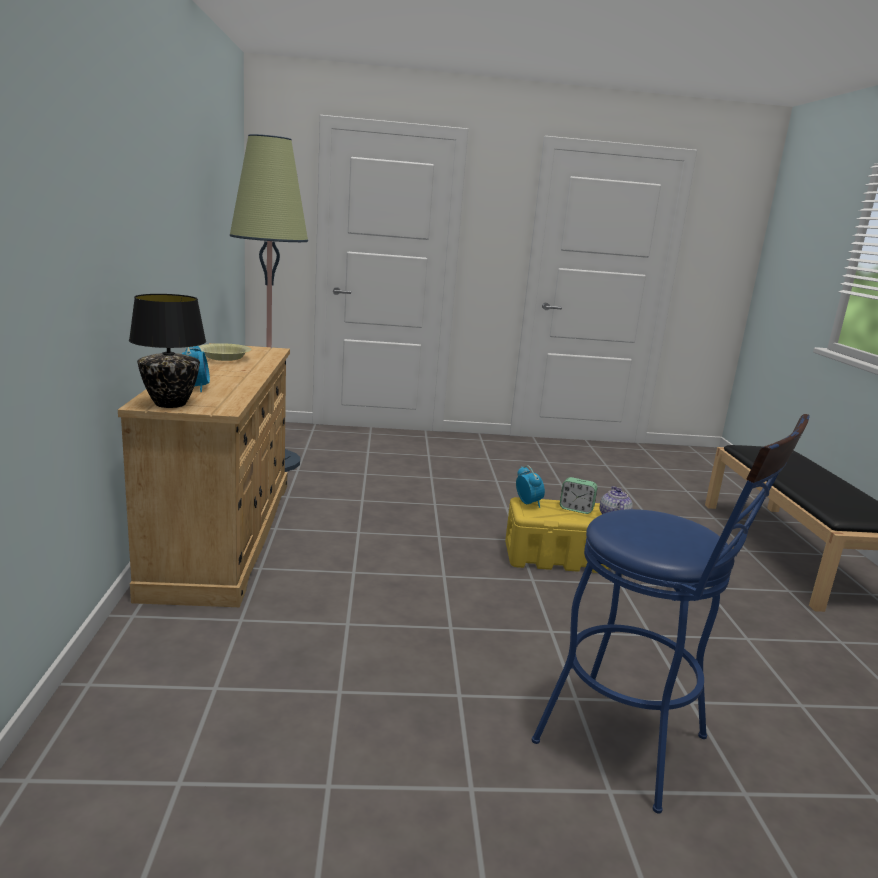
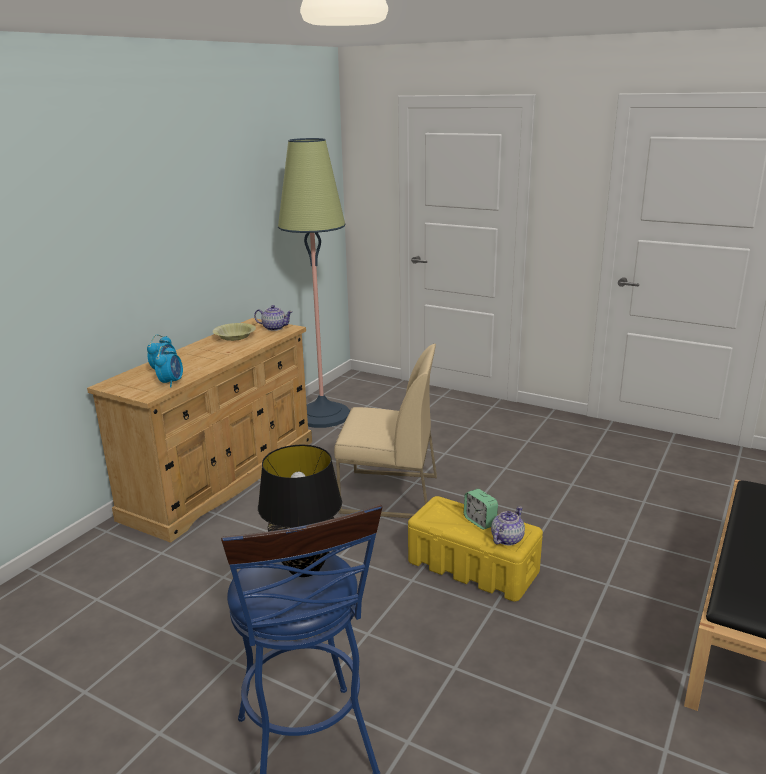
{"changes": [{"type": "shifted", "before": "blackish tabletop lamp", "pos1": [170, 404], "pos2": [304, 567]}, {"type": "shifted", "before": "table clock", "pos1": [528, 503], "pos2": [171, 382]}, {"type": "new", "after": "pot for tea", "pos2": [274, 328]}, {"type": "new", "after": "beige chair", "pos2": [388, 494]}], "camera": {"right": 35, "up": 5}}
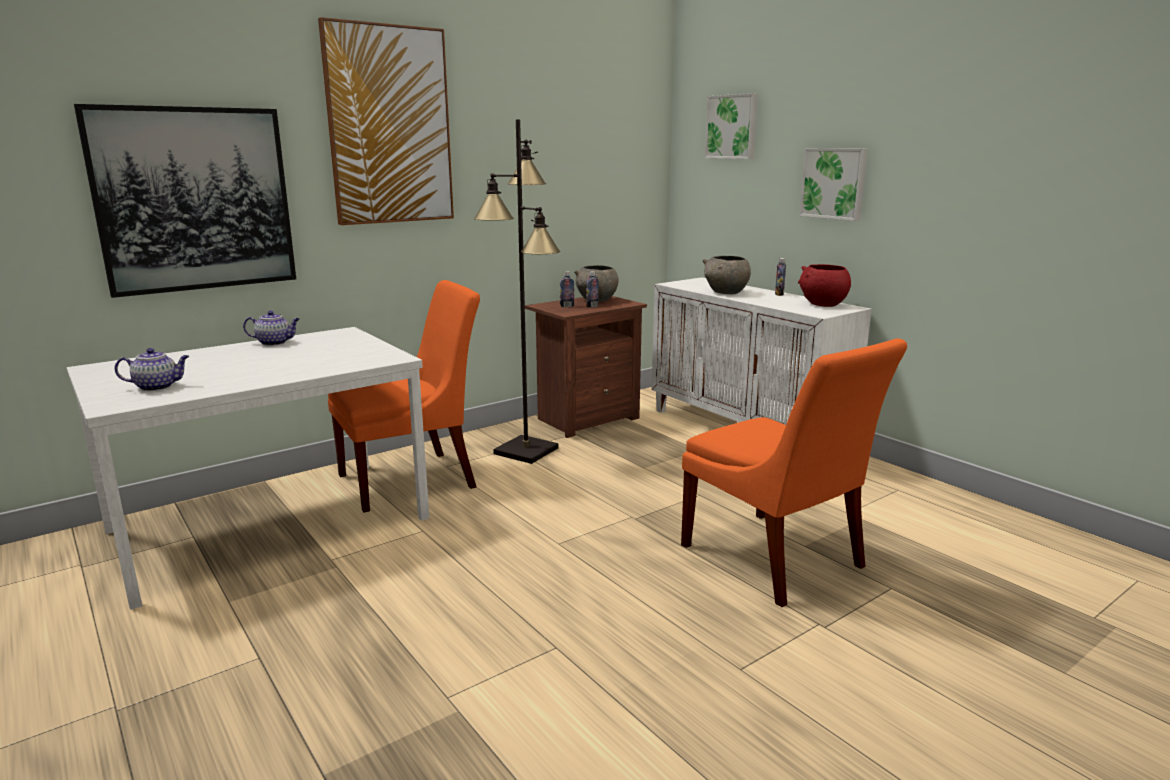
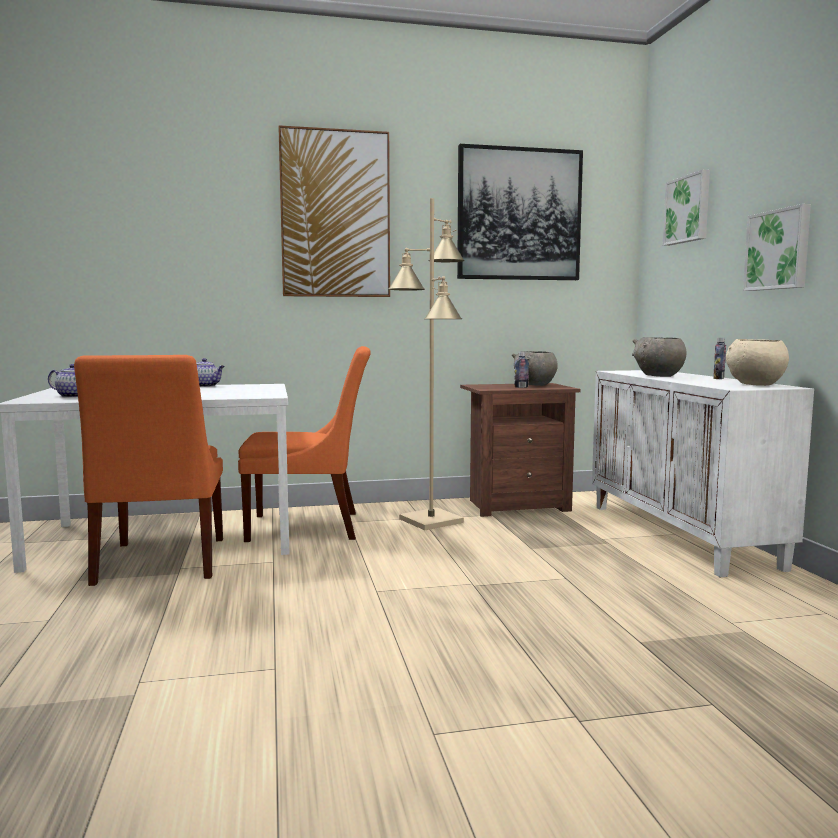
{"changes": [{"type": "shifted", "before": "wall picture", "pos1": [194, 200], "pos2": [519, 214]}, {"type": "repainted", "before": "blackish standard lamp", "after": "beige standard lamp", "pos1": [527, 451], "pos2": [432, 521]}, {"type": "gone", "before": "beverage bottle", "pos1": [567, 306]}, {"type": "shifted", "before": "orangey chair", "pos1": [776, 560], "pos2": [159, 563]}, {"type": "repainted", "before": "red-coloured bowl", "after": "beige bowl", "pos1": [822, 304], "pos2": [755, 384]}], "camera": {"right": 25, "up": -10}}
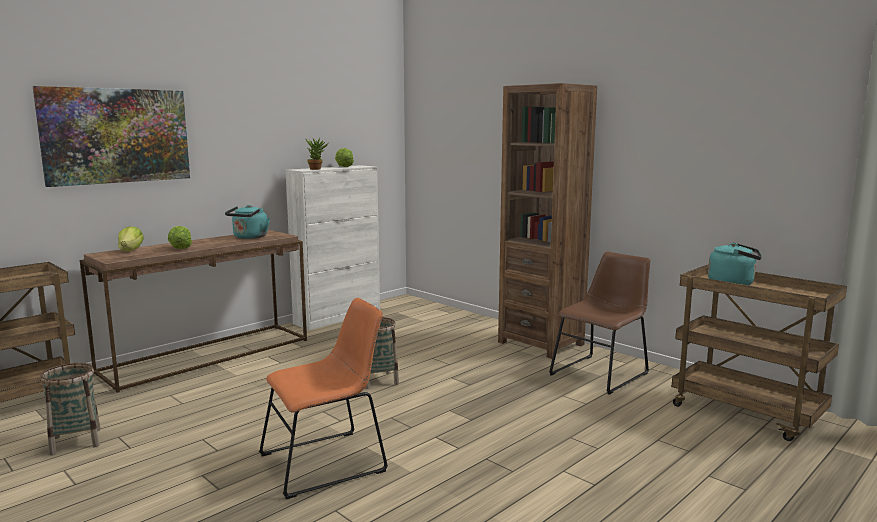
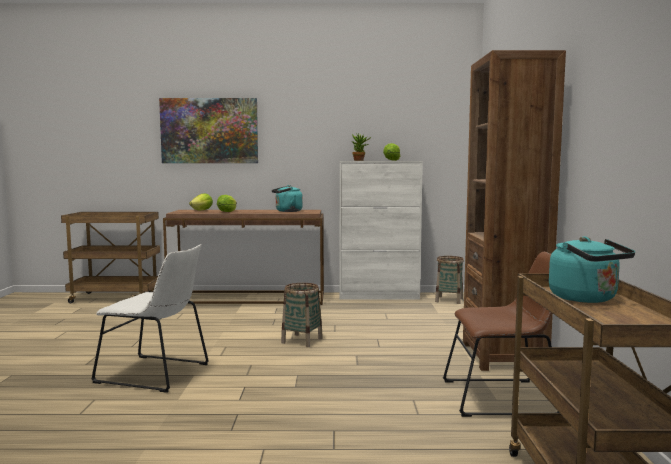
{"changes": [{"type": "shifted", "before": "basket", "pos1": [76, 441], "pos2": [449, 300]}, {"type": "repainted", "before": "orangey chair", "after": "white chair", "pos1": [328, 461], "pos2": [157, 374]}], "camera": {"right": 45, "up": -5}}
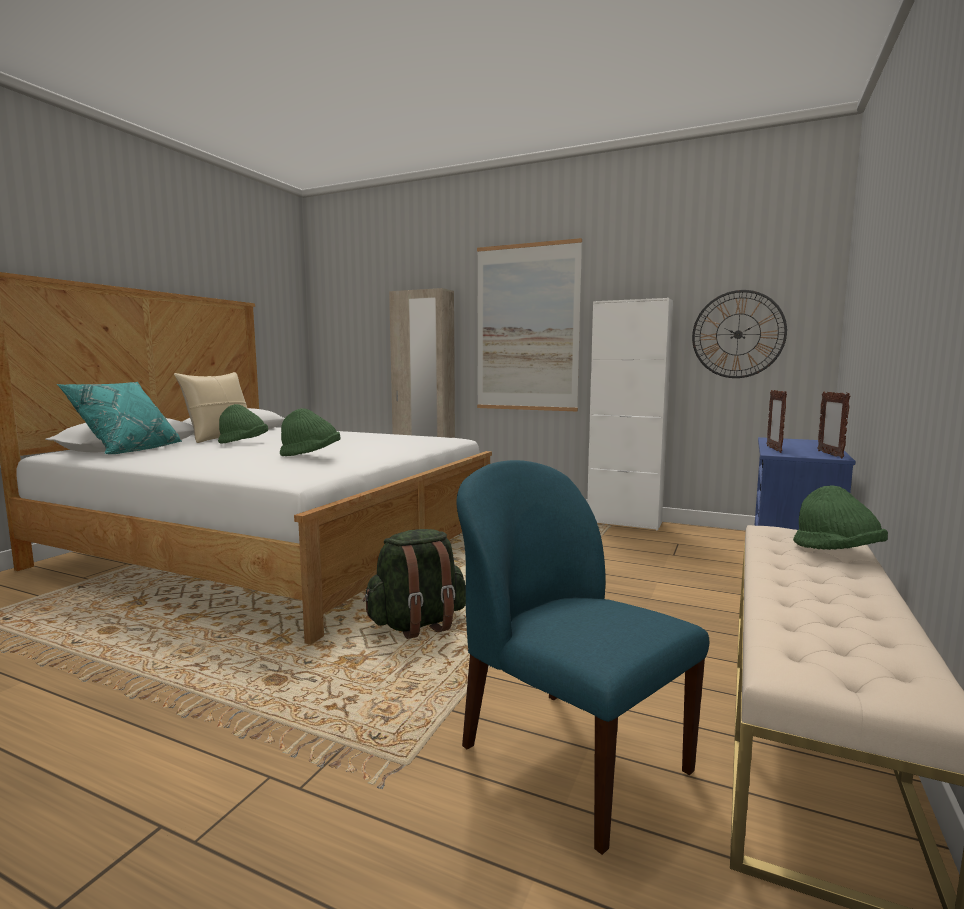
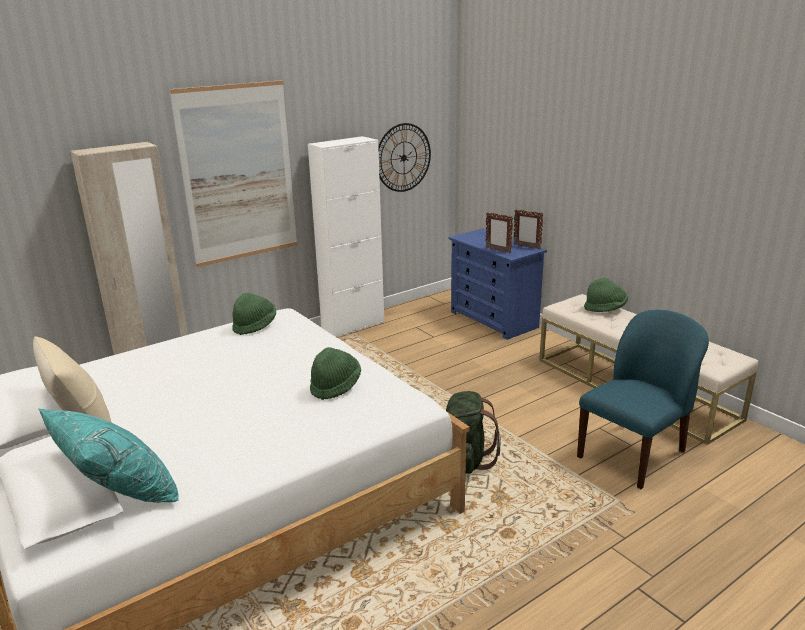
{"changes": [{"type": "shifted", "before": "green clothing hat", "pos1": [243, 443], "pos2": [255, 326]}, {"type": "rotated", "before": "bluish chair", "pos1": [569, 757], "pos2": [633, 454], "turn": 150}], "camera": {"right": -60, "up": 15}}
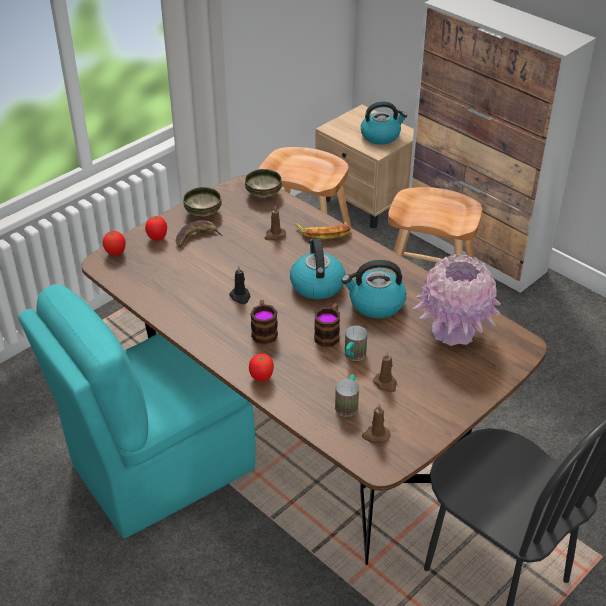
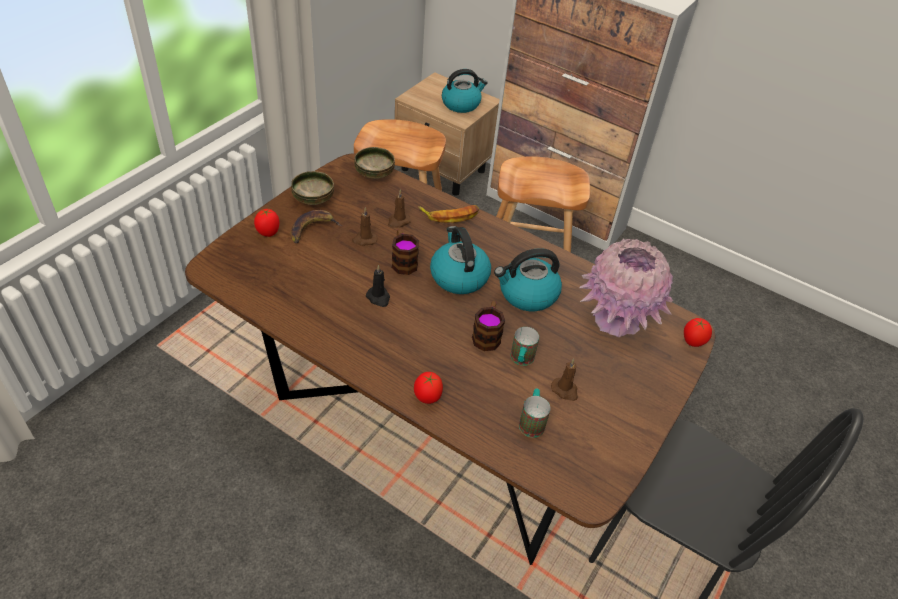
{"changes": [{"type": "gone", "before": "blue-green chair", "pos1": [158, 468]}, {"type": "shifted", "before": "whole tomato", "pos1": [115, 253], "pos2": [692, 342]}, {"type": "shifted", "before": "coffee mug", "pos1": [264, 331], "pos2": [403, 261]}, {"type": "shifted", "before": "brown wax light", "pos1": [375, 435], "pos2": [364, 240]}], "camera": {"right": -15, "up": 5}}
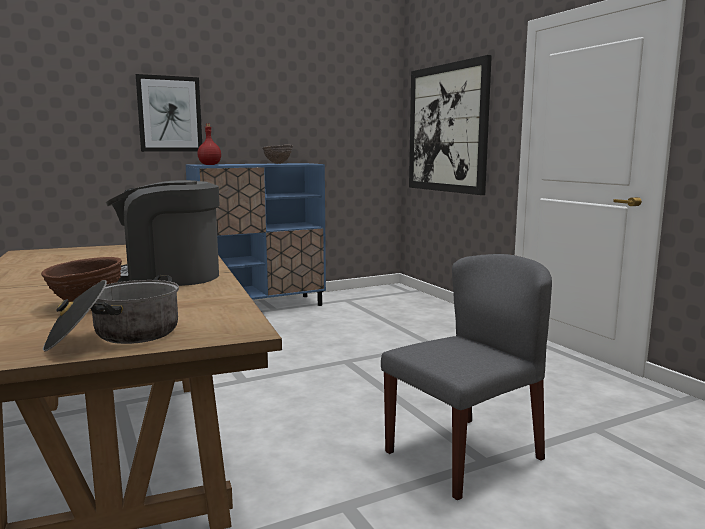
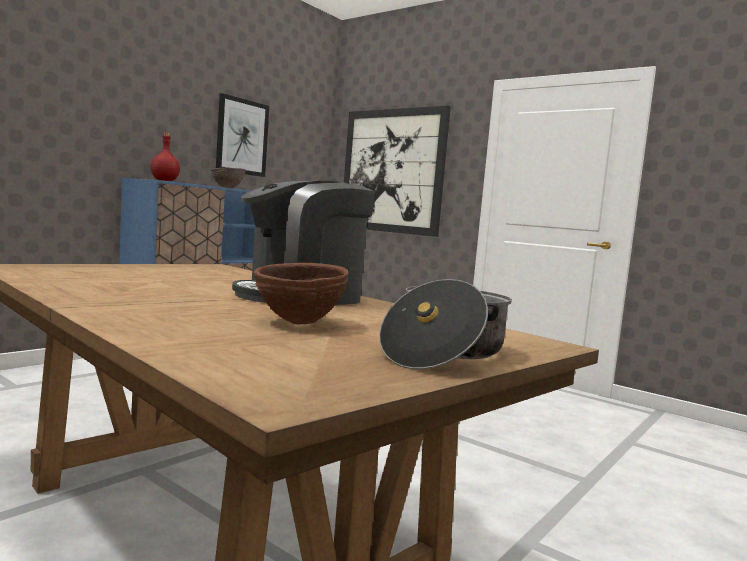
{"changes": [{"type": "shifted", "before": "wall picture", "pos1": [169, 114], "pos2": [242, 137]}, {"type": "gone", "before": "gray chair", "pos1": [464, 454]}], "camera": {"right": -25, "up": -5}}
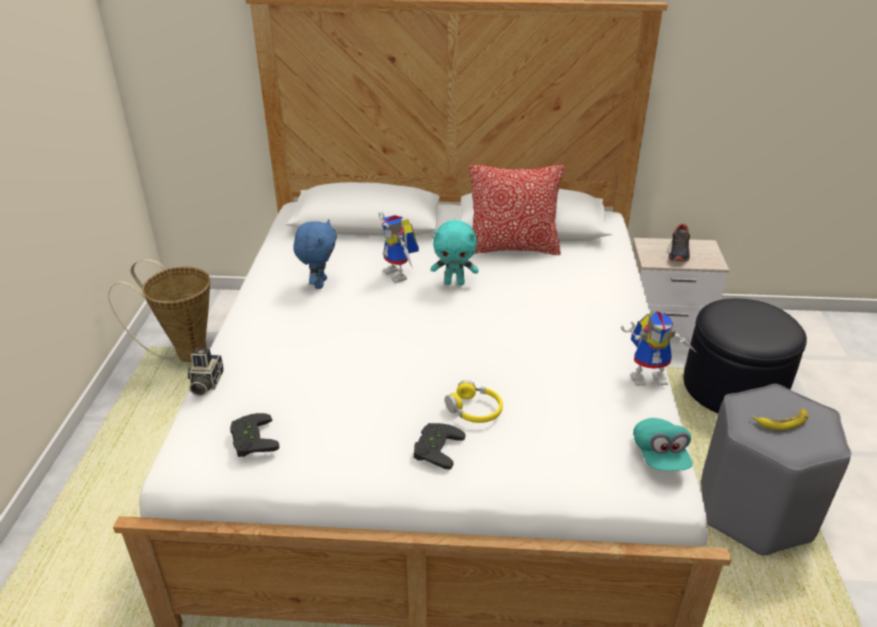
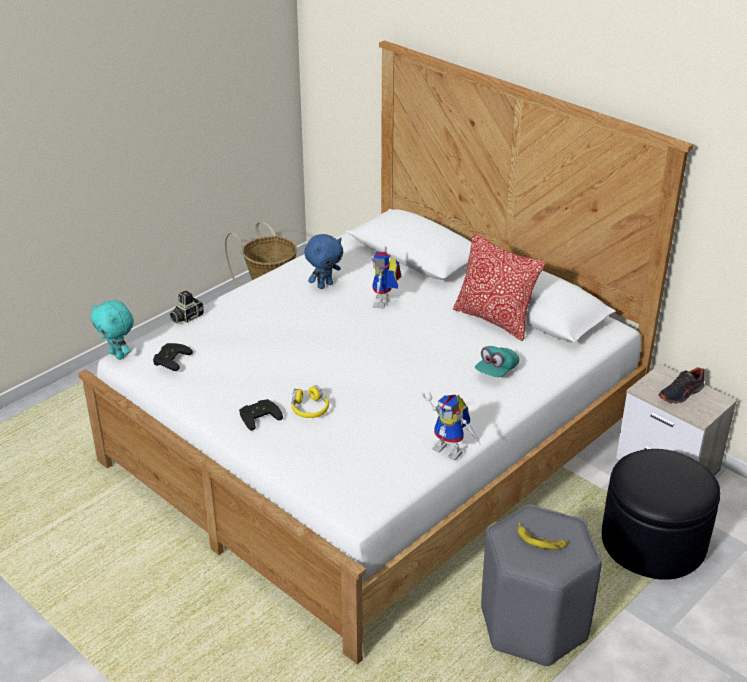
{"changes": [{"type": "shifted", "before": "blue-green plush toy", "pos1": [454, 282], "pos2": [118, 355]}, {"type": "shifted", "before": "blue-green peaked cap", "pos1": [660, 456], "pos2": [496, 371]}], "camera": {"right": 40, "up": 0}}
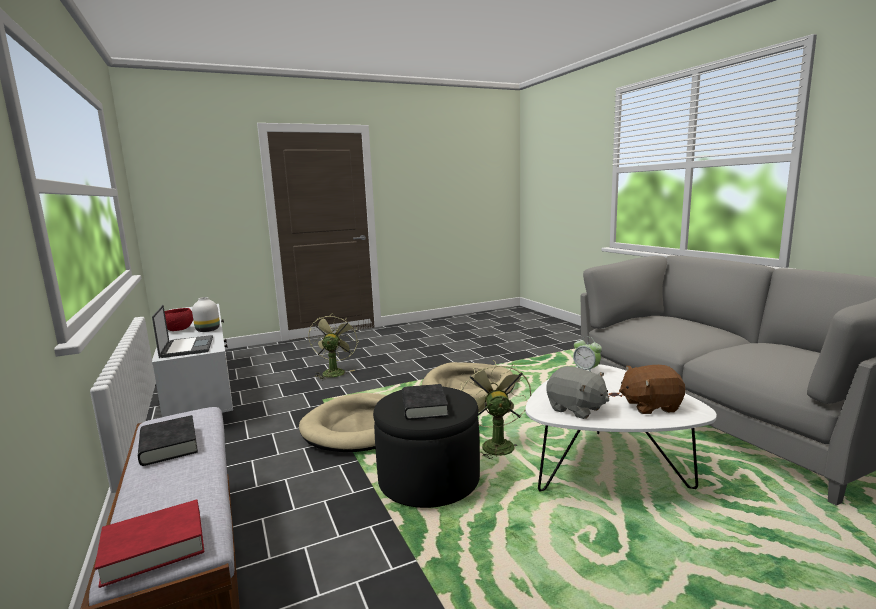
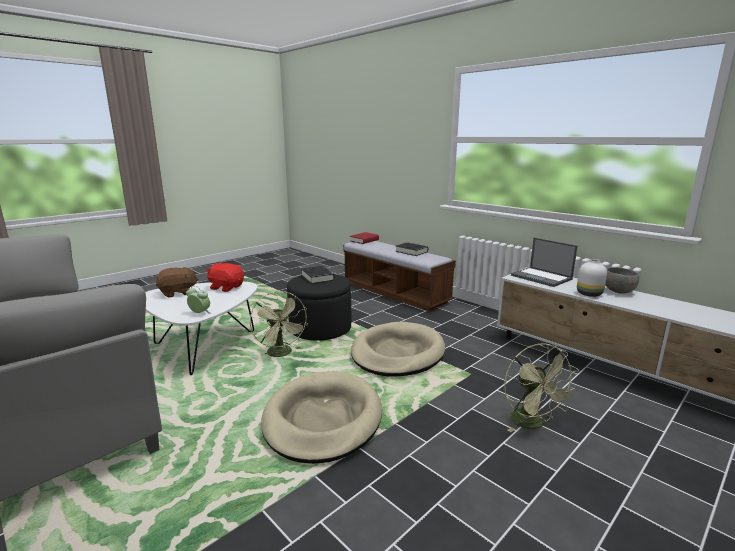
{"changes": [{"type": "repainted", "before": "red-coloured bowl", "after": "gray bowl", "pos1": [179, 330], "pos2": [618, 292]}, {"type": "repainted", "before": "gray plush toy", "after": "red-coloured plush toy", "pos1": [576, 409], "pos2": [226, 287]}], "camera": {"right": 160, "up": 5}}
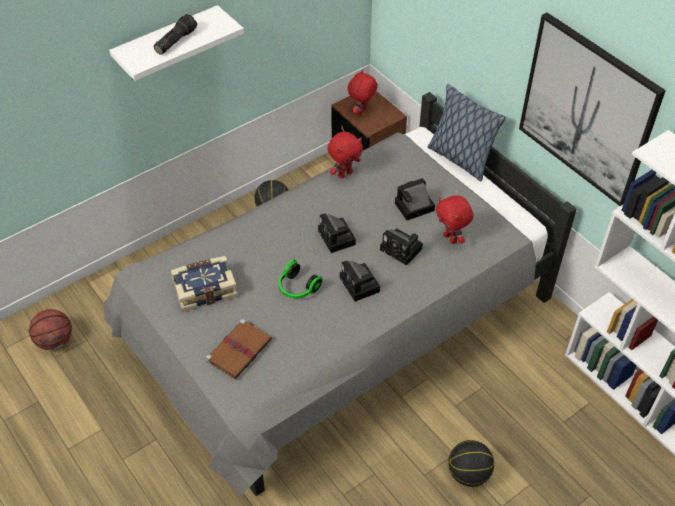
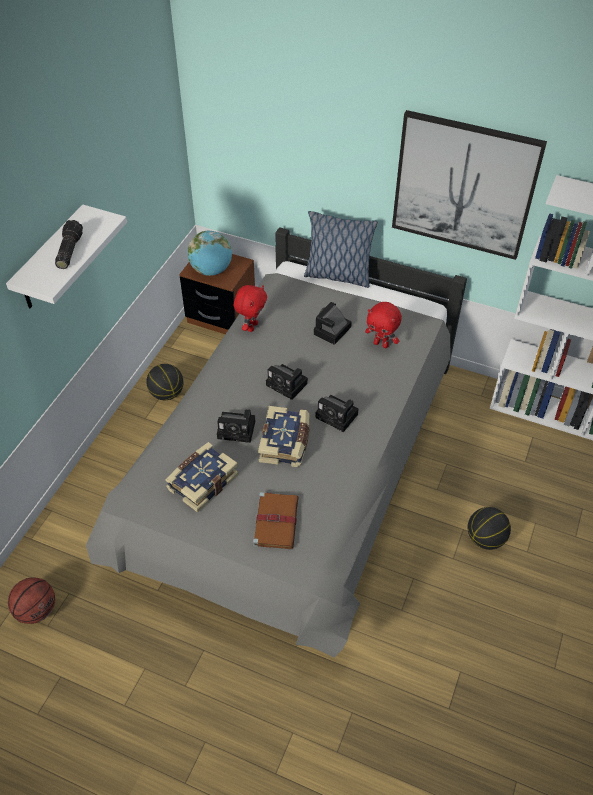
{"changes": [{"type": "swapped", "before": "headset", "after": "book", "pos1": [297, 288], "pos2": [285, 443]}, {"type": "swapped", "before": "red-coloured plush toy", "after": "desk globe", "pos1": [362, 112], "pos2": [211, 270]}, {"type": "shifted", "before": "still camera", "pos1": [402, 250], "pos2": [238, 429]}], "camera": {"right": -30, "up": 0}}
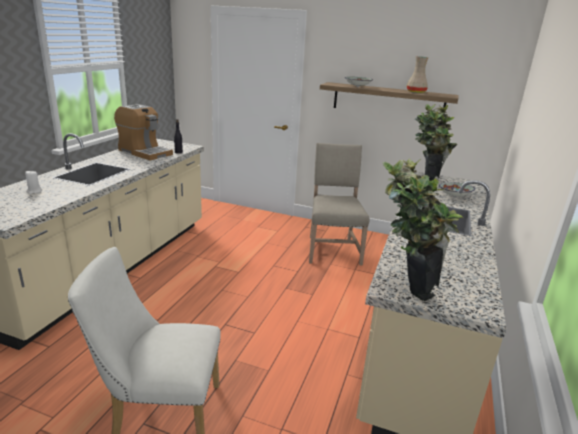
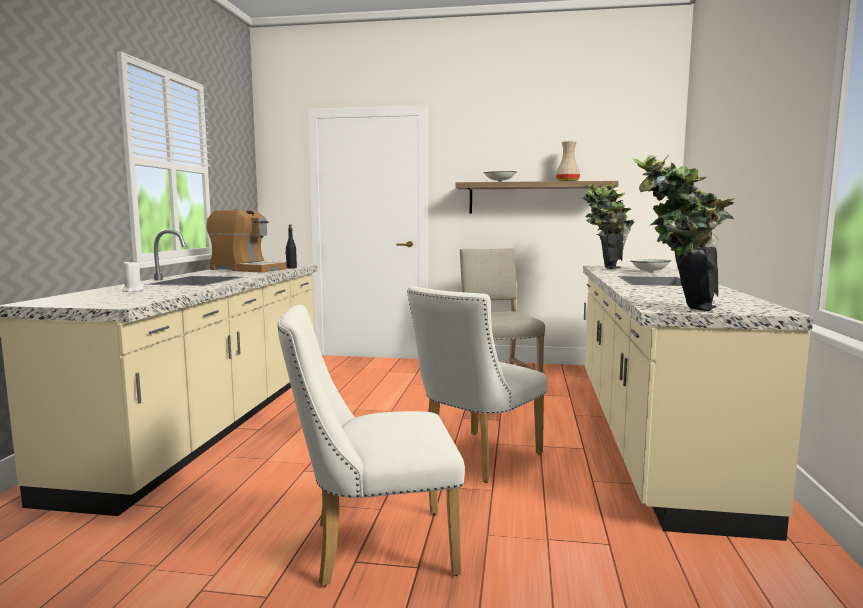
{"changes": [{"type": "new", "after": "white chair", "pos2": [475, 459]}], "camera": {"right": -10, "up": -15}}
